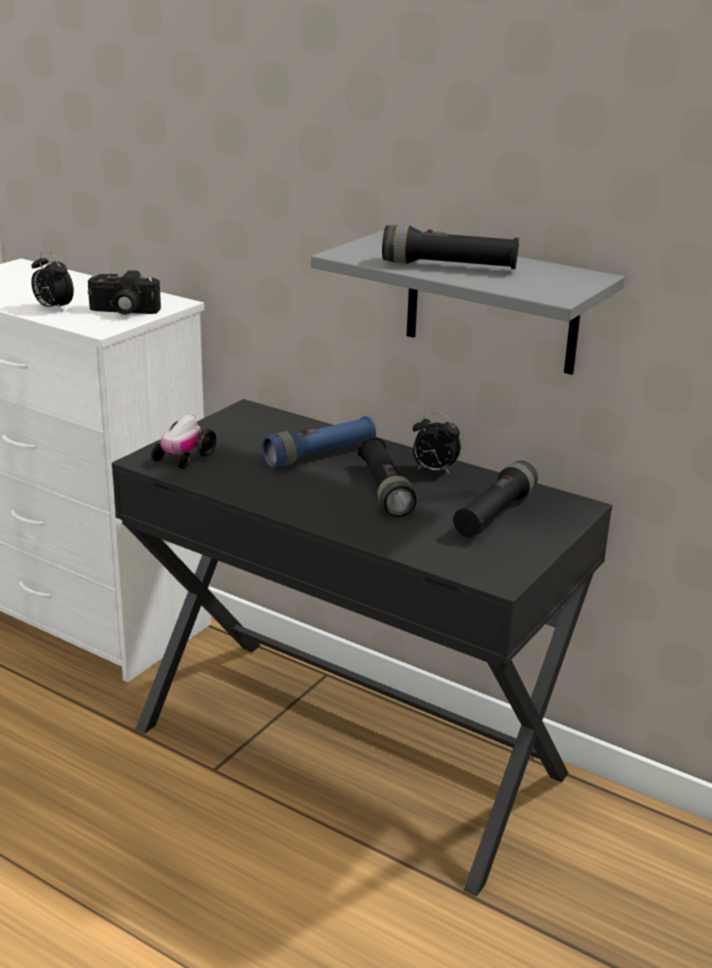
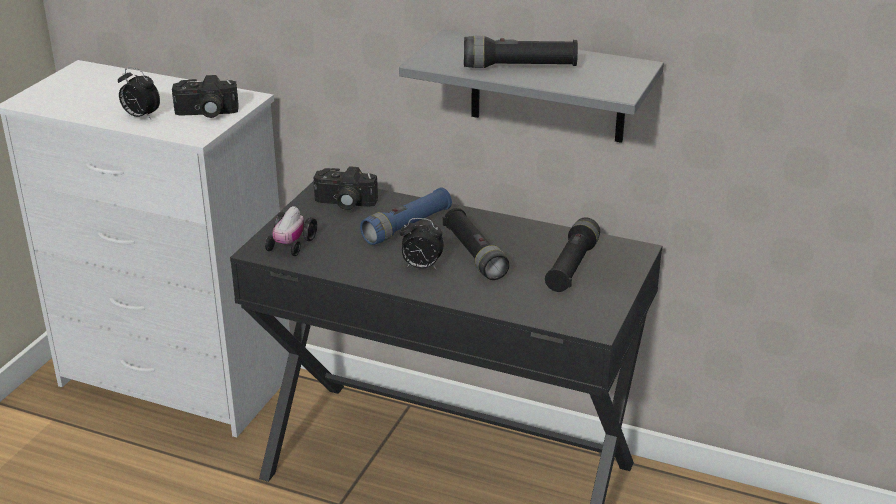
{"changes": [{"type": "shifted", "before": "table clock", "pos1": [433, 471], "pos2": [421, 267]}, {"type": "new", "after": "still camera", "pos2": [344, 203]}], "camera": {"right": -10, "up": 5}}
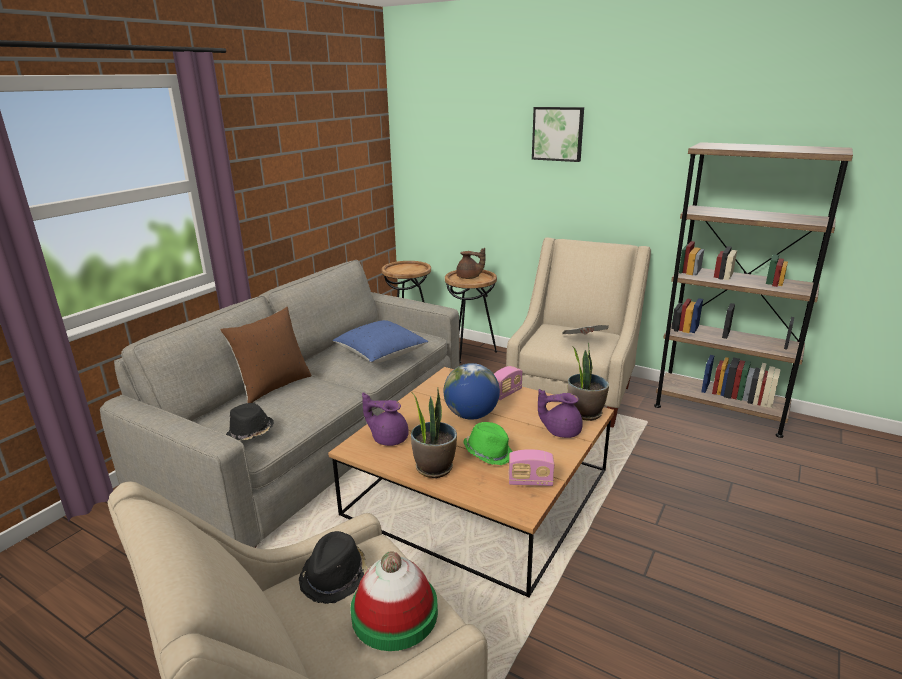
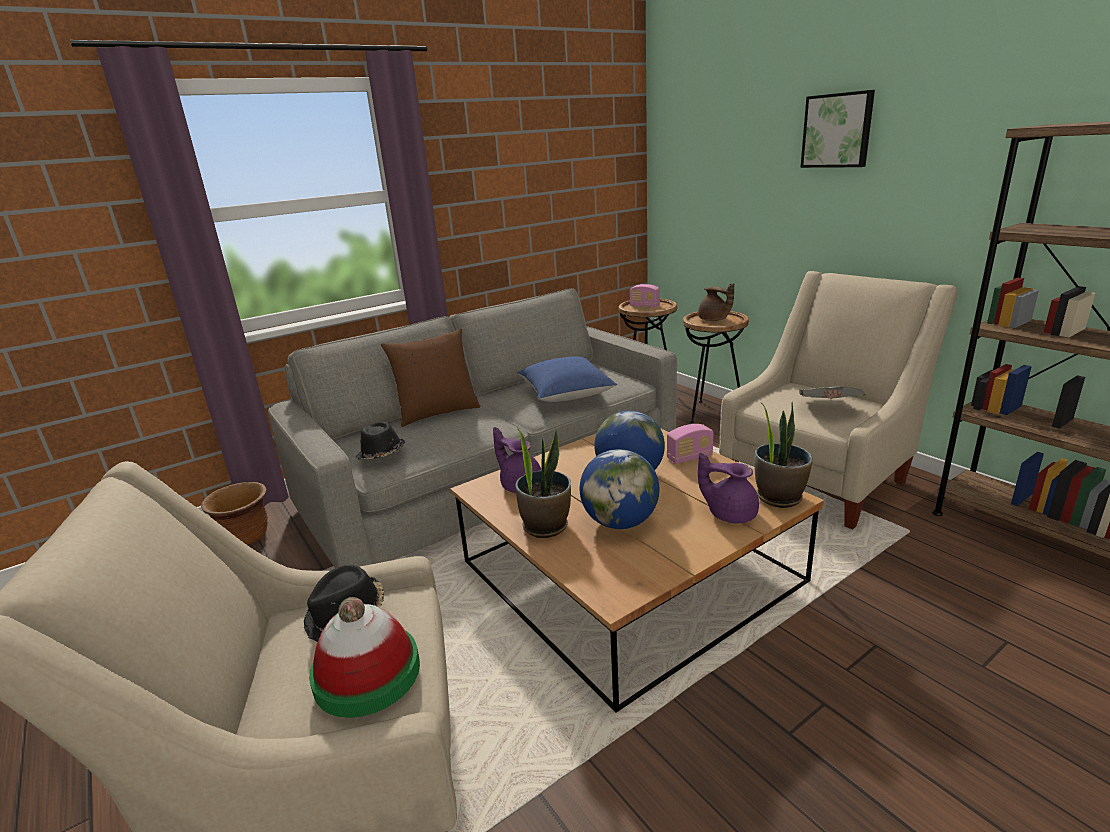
{"changes": [{"type": "swapped", "before": "green clothing hat", "after": "desk globe", "pos1": [488, 453], "pos2": [620, 522]}, {"type": "shifted", "before": "radio set", "pos1": [530, 481], "pos2": [644, 306]}, {"type": "new", "after": "brown planter", "pos2": [247, 537]}], "camera": {"right": 25, "up": 0}}
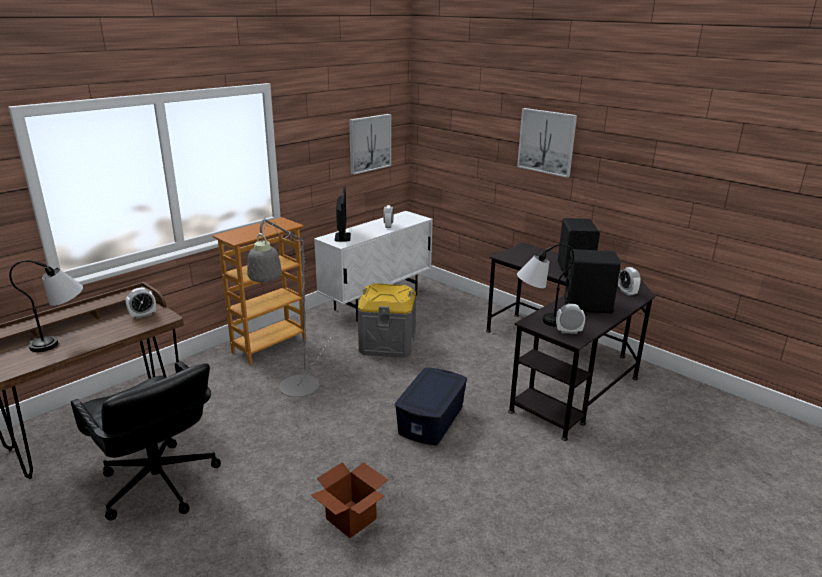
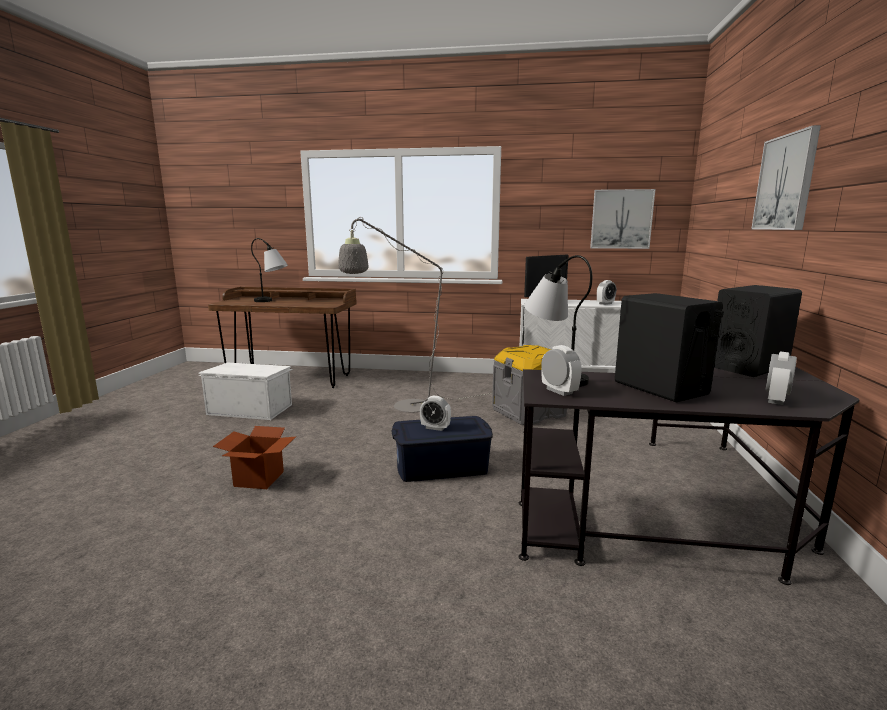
{"changes": [{"type": "swapped", "before": "blackish computer chair", "after": "white storage box", "pos1": [158, 484], "pos2": [250, 409]}, {"type": "shifted", "before": "table clock", "pos1": [143, 315], "pos2": [435, 428]}, {"type": "gone", "before": "shelving unit", "pos1": [269, 346]}], "camera": {"right": 55, "up": -10}}
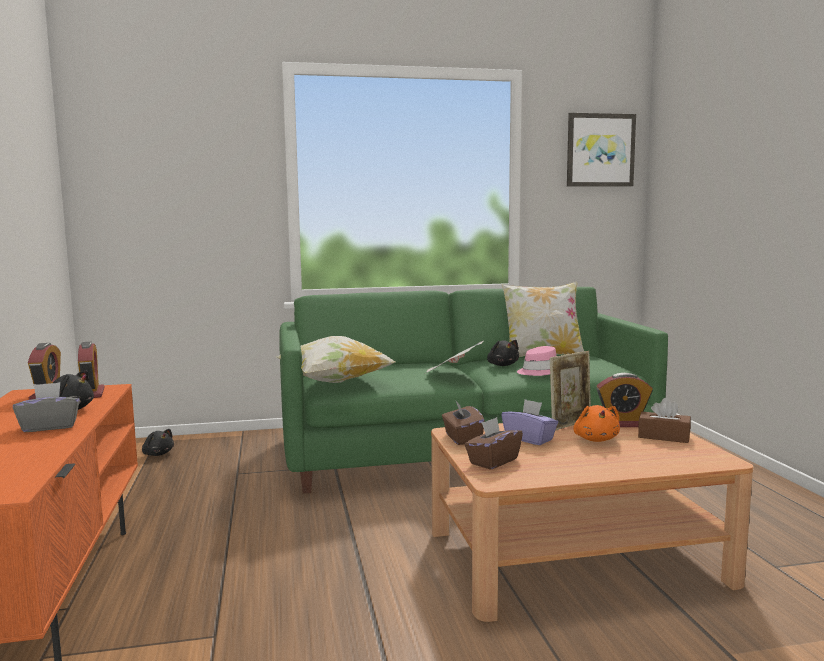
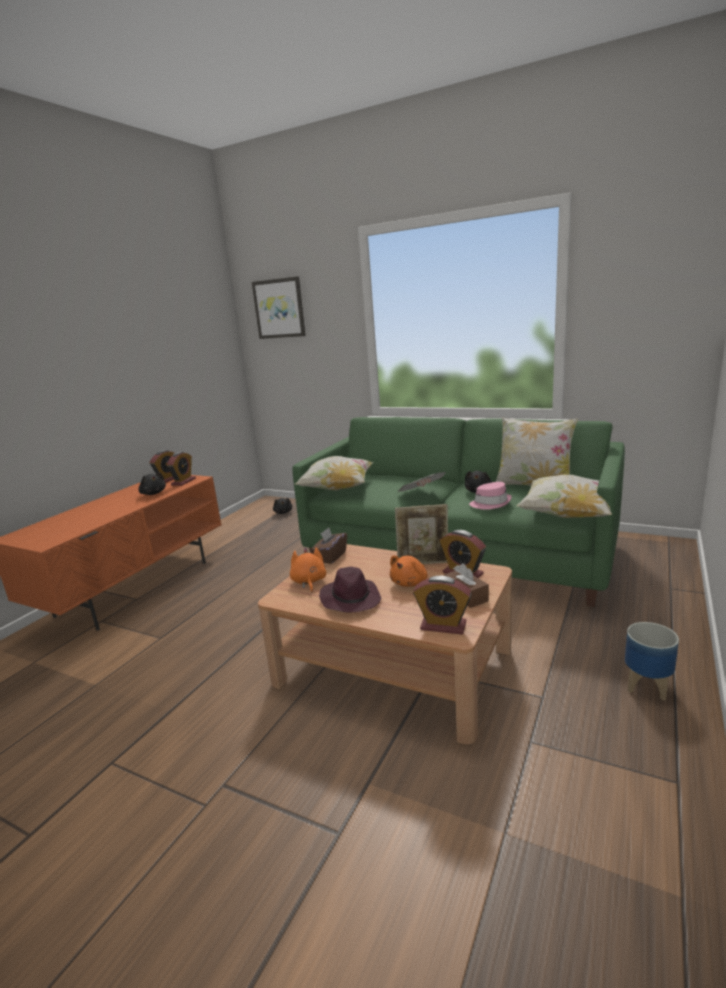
{"changes": [{"type": "gone", "before": "gray box of tissues", "pos1": [50, 426]}, {"type": "swapped", "before": "brown box of tissues", "after": "orangey plush toy", "pos1": [493, 461], "pos2": [309, 582]}, {"type": "gone", "before": "purple-coloured box of tissues", "pos1": [529, 439]}, {"type": "shifted", "before": "wall picture", "pos1": [600, 150], "pos2": [279, 308]}, {"type": "new", "after": "purple-coloured clothing hat", "pos2": [350, 599]}, {"type": "new", "after": "table clock", "pos2": [443, 626]}, {"type": "new", "after": "pillow", "pos2": [567, 516]}, {"type": "new", "after": "planter", "pos2": [647, 686]}], "camera": {"right": 40, "up": 10}}
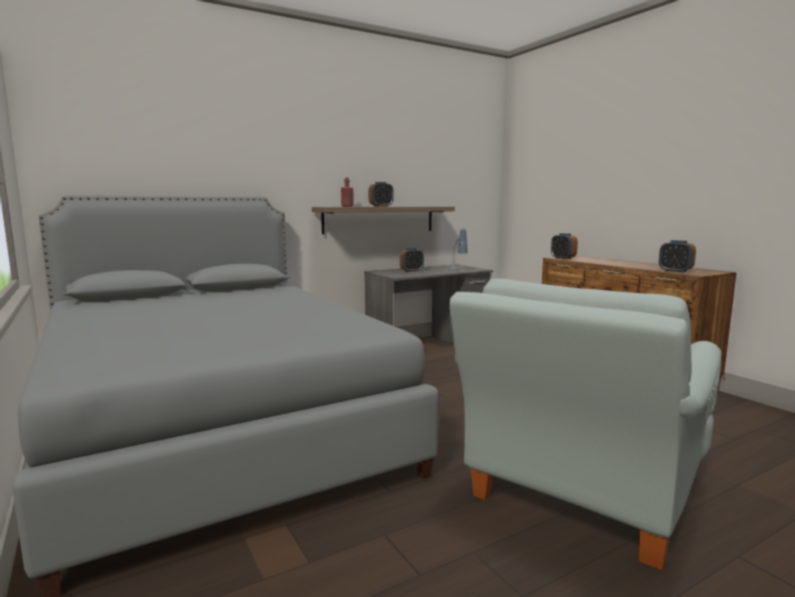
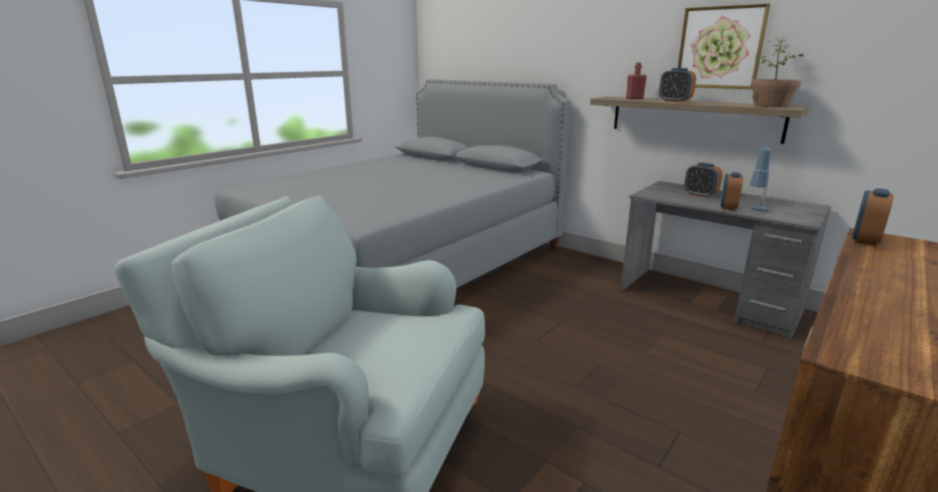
{"changes": [{"type": "shifted", "before": "table clock", "pos1": [675, 271], "pos2": [728, 207]}, {"type": "new", "after": "wall picture", "pos2": [720, 48]}, {"type": "new", "after": "potted plant", "pos2": [771, 106]}], "camera": {"right": 70, "up": 10}}
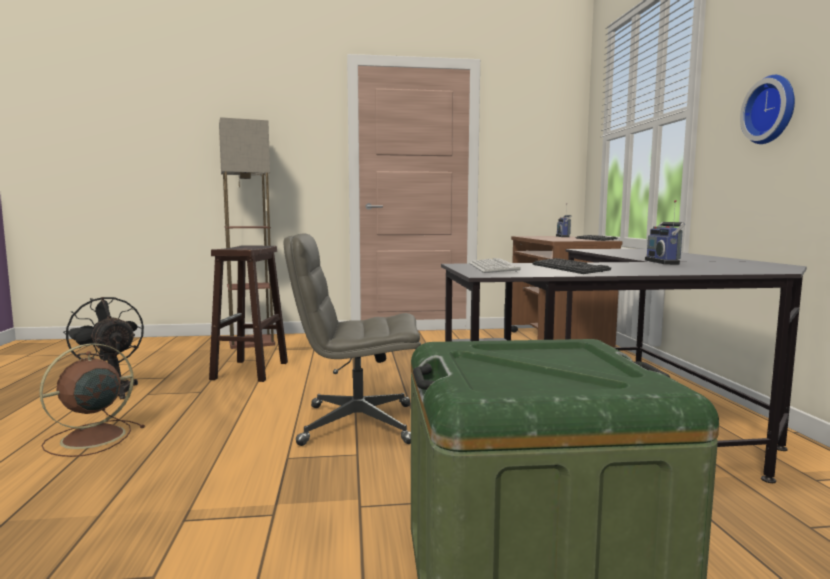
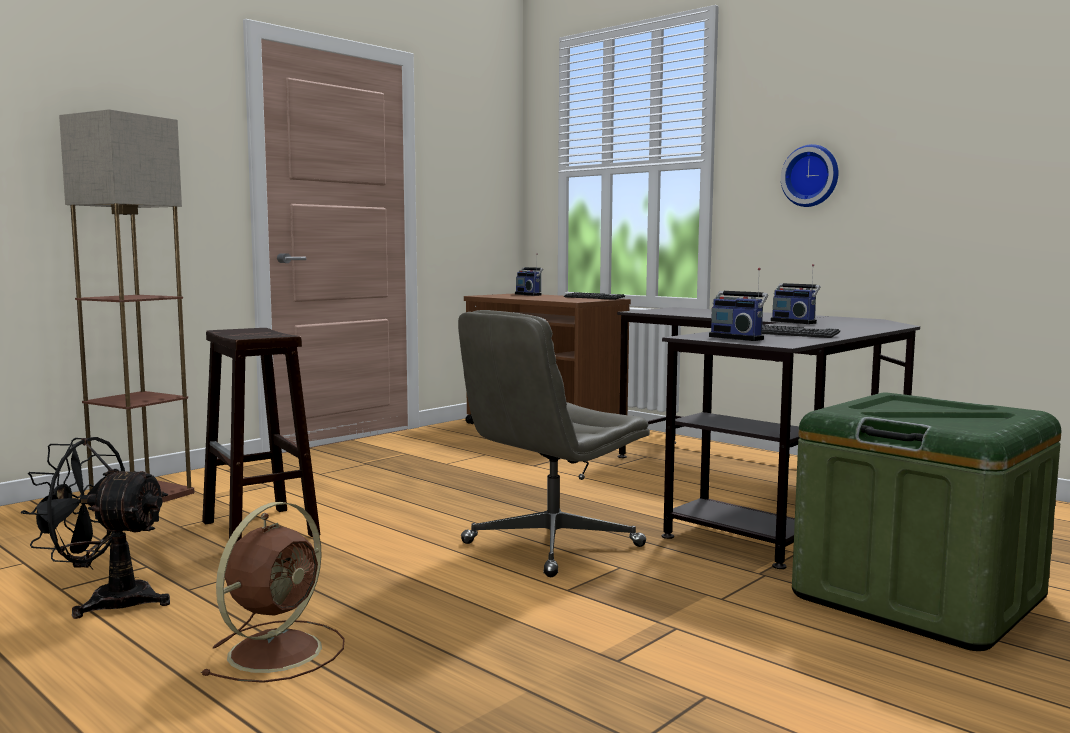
{"changes": [{"type": "rotated", "before": "brown cooling fan", "pos1": [90, 438], "pos2": [278, 650], "turn": -150}, {"type": "swapped", "before": "PC keyboard", "after": "radio set", "pos1": [492, 268], "pos2": [737, 338]}], "camera": {"right": -40, "up": 0}}
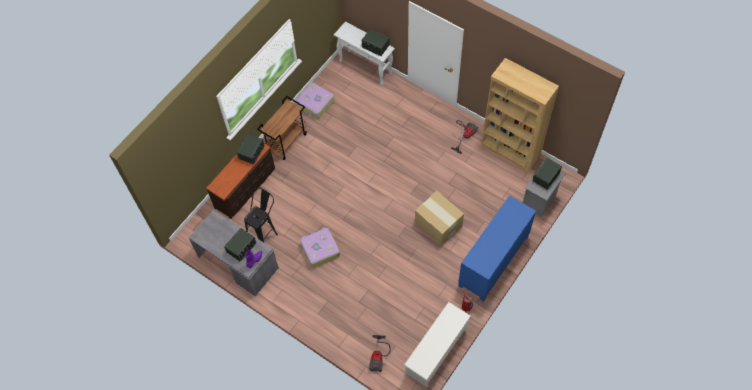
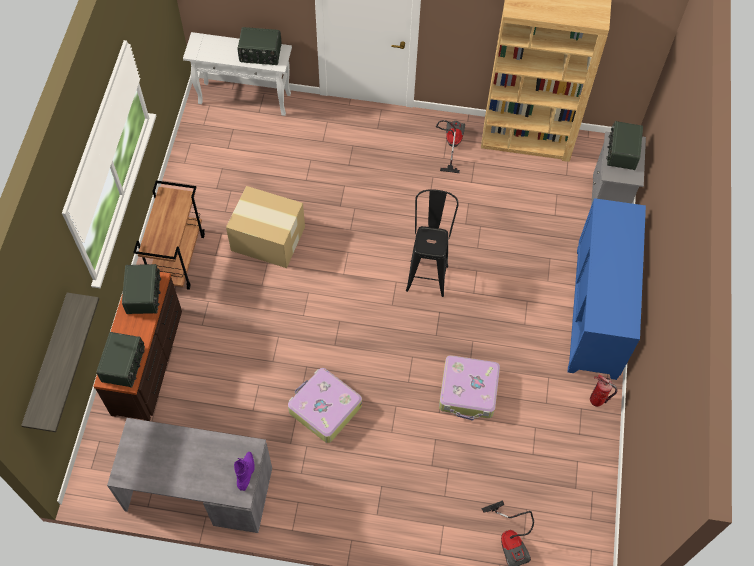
{"changes": [{"type": "shifted", "before": "radio set", "pos1": [242, 248], "pos2": [124, 365]}, {"type": "shifted", "before": "blackish sitting stool", "pos1": [265, 233], "pos2": [428, 271]}, {"type": "shifted", "before": "suitcase", "pos1": [315, 104], "pos2": [468, 391]}, {"type": "gone", "before": "white shoe stand", "pos1": [436, 351]}, {"type": "shifted", "before": "carton", "pos1": [438, 225], "pos2": [269, 239]}, {"type": "new", "after": "shelf", "pos2": [48, 363]}], "camera": {"right": -30, "up": 0}}
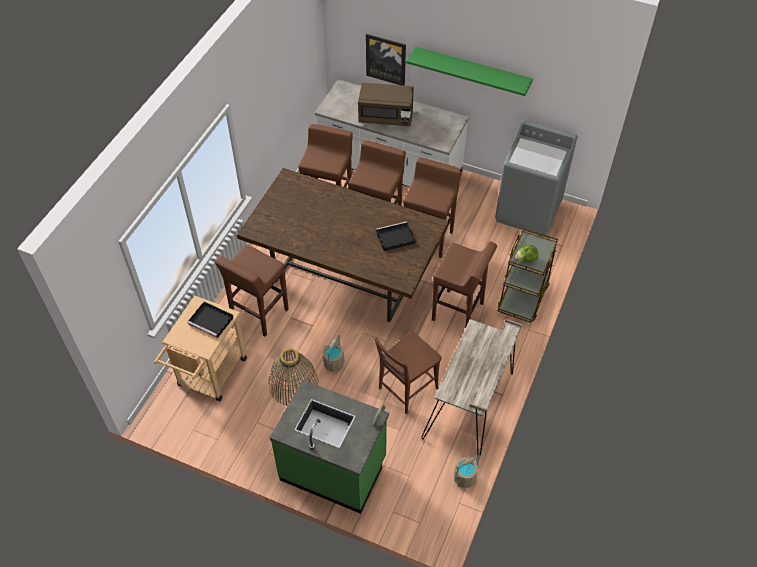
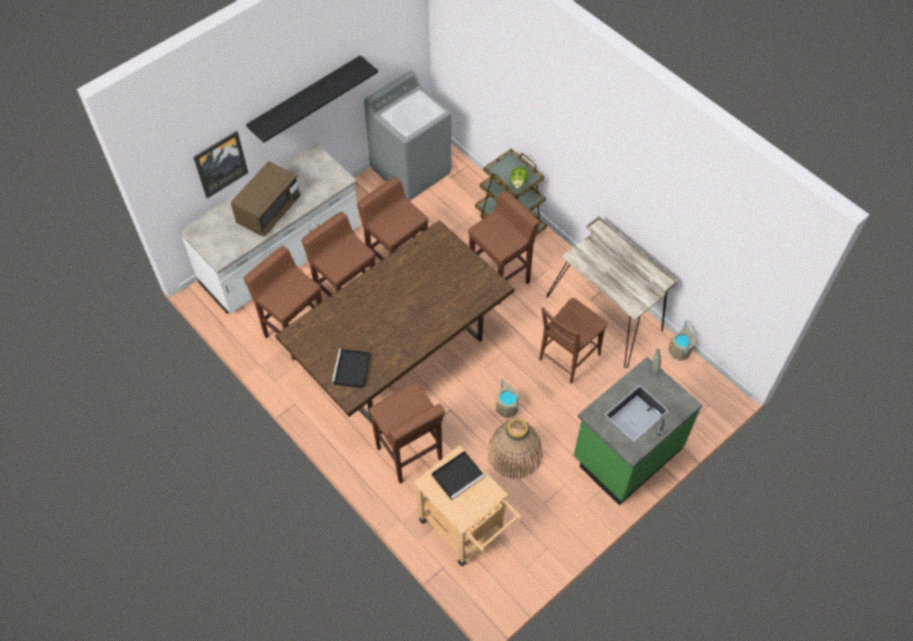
{"changes": [{"type": "rotated", "before": "brown chair", "pos1": [405, 390], "pos2": [567, 359], "turn": 60}, {"type": "shifted", "before": "blackish serving tray", "pos1": [394, 238], "pos2": [352, 370]}, {"type": "repainted", "before": "green shelf", "after": "blackish shelf", "pos1": [472, 70], "pos2": [305, 97]}], "camera": {"right": -65, "up": 5}}
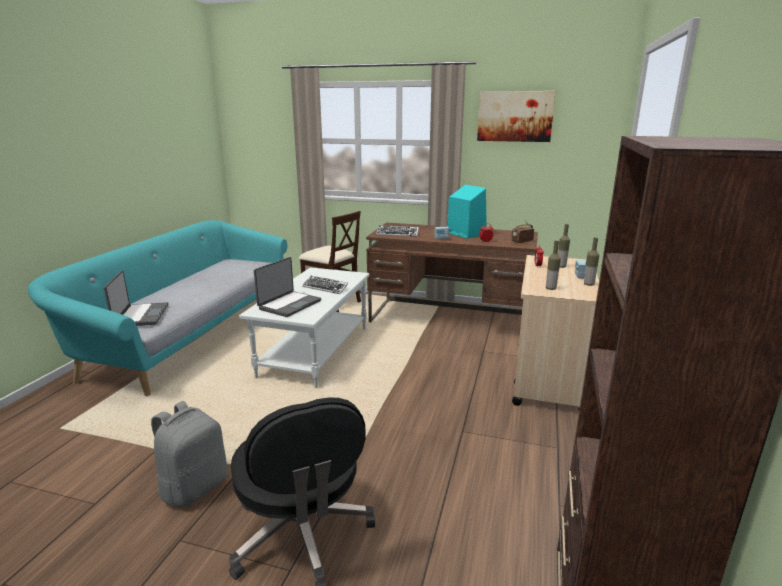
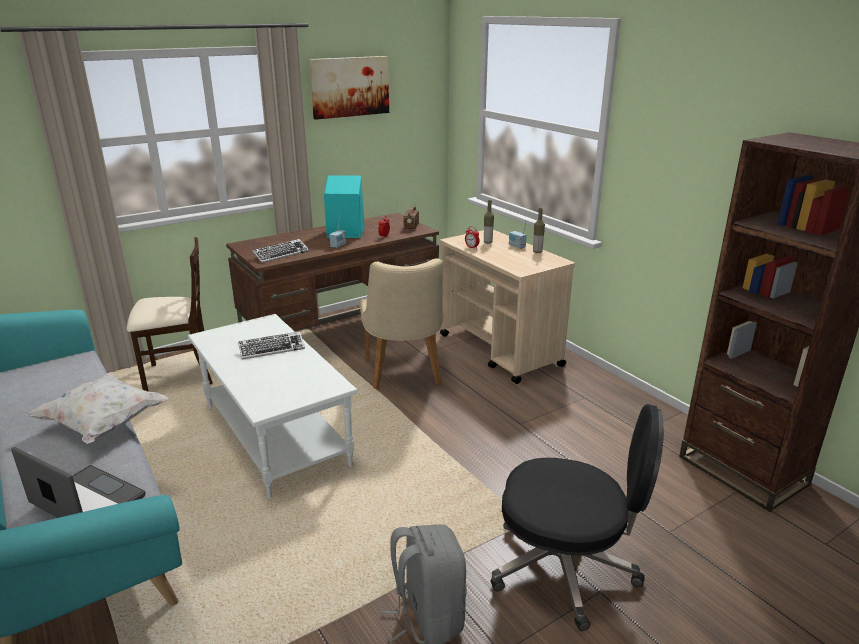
{"changes": [{"type": "gone", "before": "laptop", "pos1": [289, 304]}, {"type": "gone", "before": "beverage bottle", "pos1": [550, 288]}, {"type": "new", "after": "white pillow", "pos2": [104, 424]}, {"type": "new", "after": "beige chair", "pos2": [404, 375]}], "camera": {"right": -50, "up": 5}}
